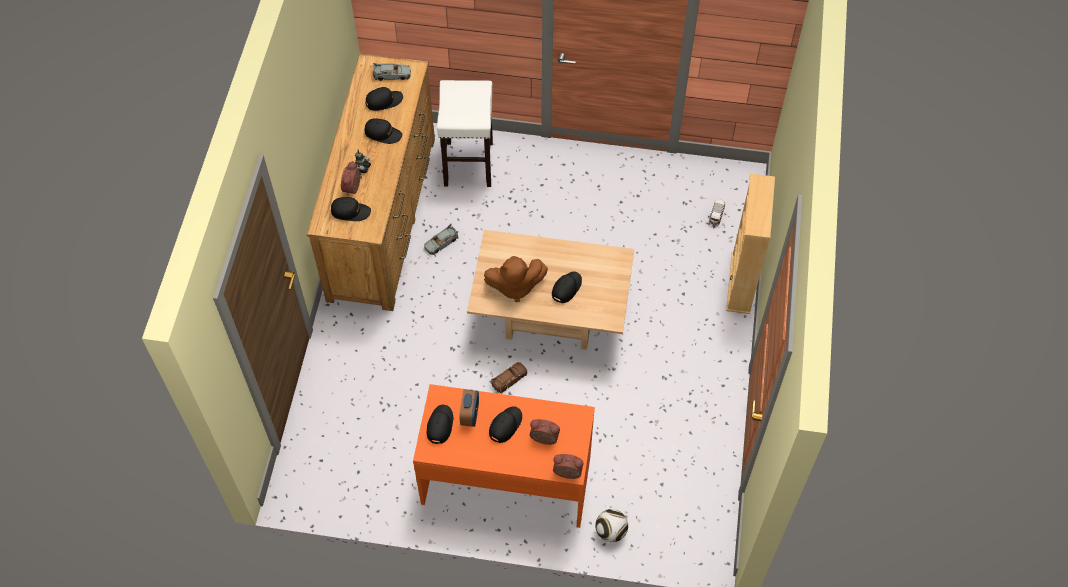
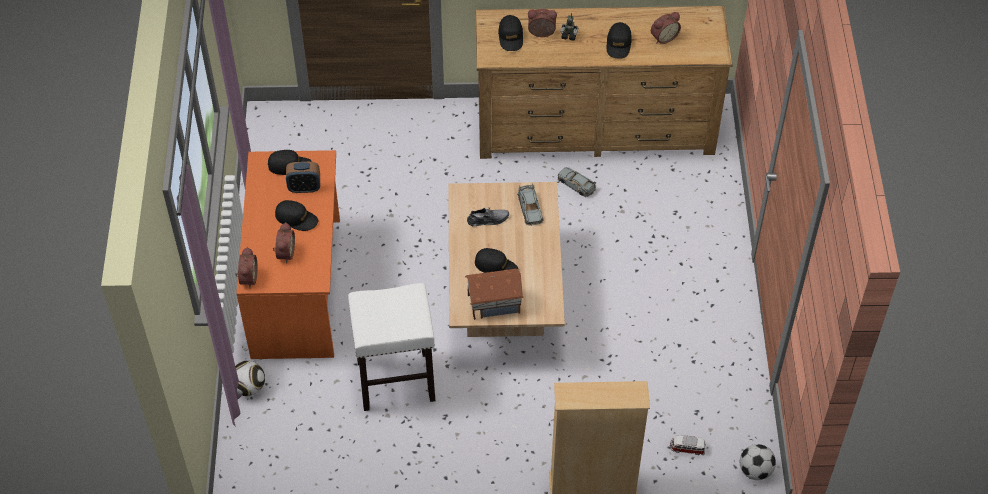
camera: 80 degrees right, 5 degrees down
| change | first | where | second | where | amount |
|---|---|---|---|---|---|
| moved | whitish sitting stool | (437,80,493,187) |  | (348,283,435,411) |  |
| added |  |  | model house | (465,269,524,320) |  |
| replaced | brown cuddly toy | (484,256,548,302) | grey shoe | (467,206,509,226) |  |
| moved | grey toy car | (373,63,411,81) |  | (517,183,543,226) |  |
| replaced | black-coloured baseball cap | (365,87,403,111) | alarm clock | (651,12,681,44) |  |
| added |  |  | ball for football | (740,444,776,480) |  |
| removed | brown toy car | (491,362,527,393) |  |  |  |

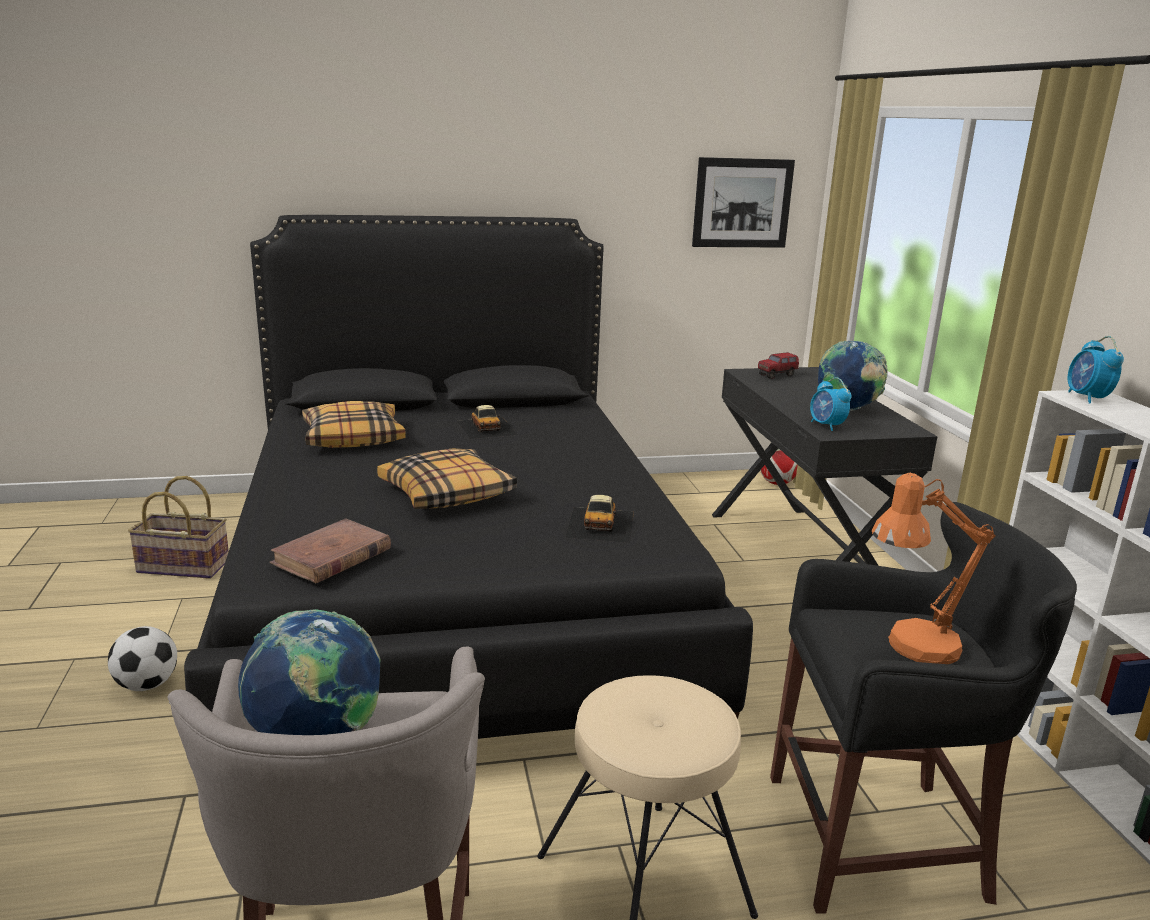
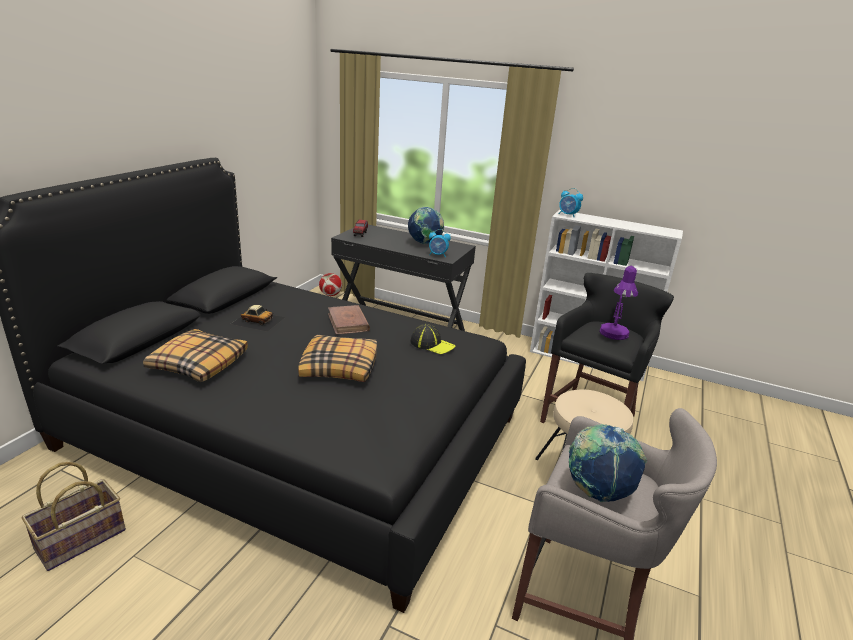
camera: 55 degrees left, 5 degrees up
| change | first | where | second | where | amount |
|---|---|---|---|---|---|
| moved | brown volume | (270,518,391,583) |  | (328,305,370,335) |  |
| replaced | toy car | (565,495,634,543) | baseball cap | (410,324,455,354) |  |
| recoloured | orangey tabletop lamp | (872,473,995,664) | purple tabletop lamp | (600,265,638,340) |  |
| removed | ball for football | (108,626,177,691) |  |  |  |
| removed | wall art | (692,157,795,248) |  |  |  |

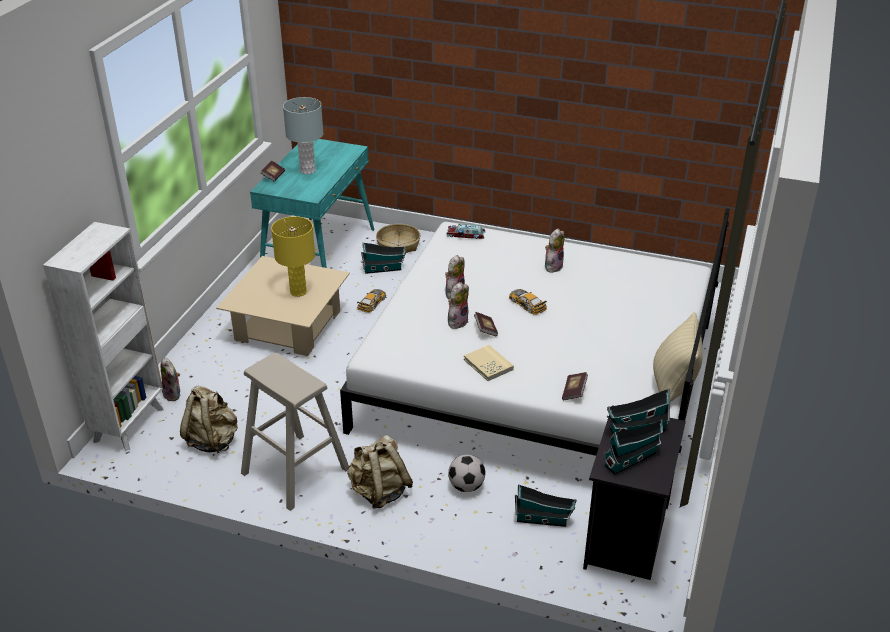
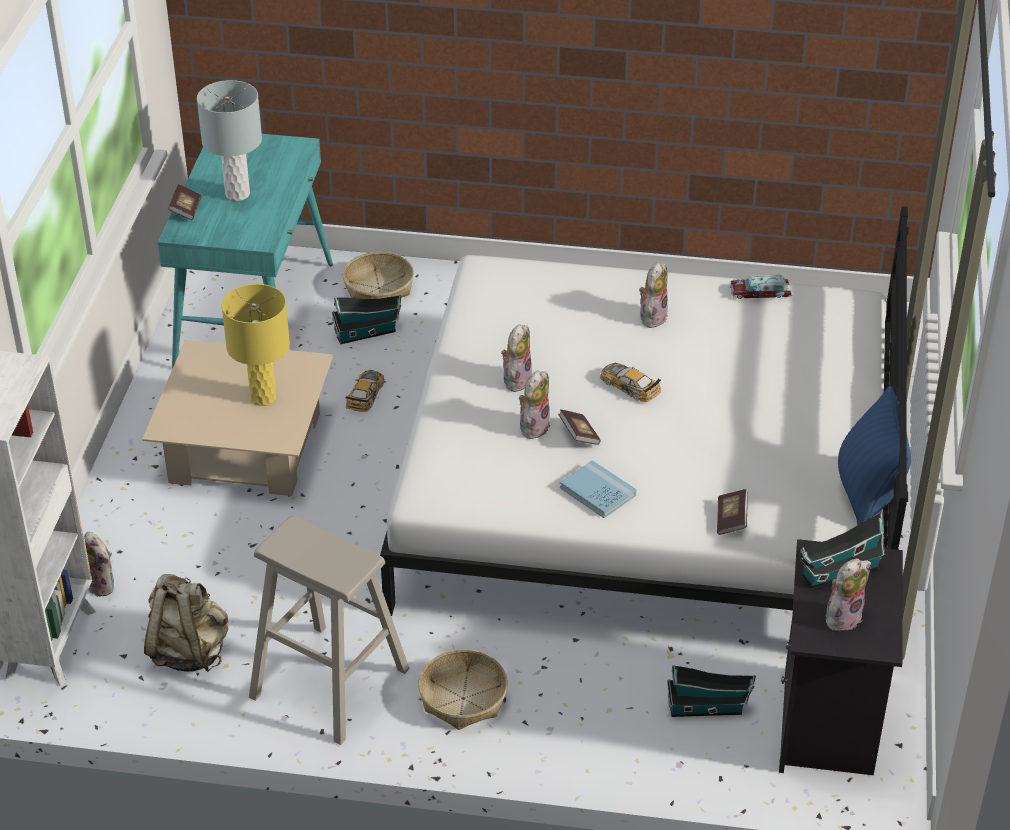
camera: 10 degrees left, 5 degrees up
| change | first | where | second | where | amount |
|---|---|---|---|---|---|
| replaced | sand-coloured knapsack | (347,435,413,509) | storage basket | (418,649,508,730) |  |
| recoloured | sand-coloured volume | (464,345,514,381) | blue volume | (560,460,637,518) |  |
| moved | toy car | (446,224,485,239) |  | (730,275,792,299) |  |
| replaced | model house | (604,419,663,475) | cuddly toy | (826,558,871,631) |  |
| recoloured | sand-coloured cushion | (653,312,702,401) | blue cushion | (838,386,911,525) |  |
| removed | ball for football | (448,455,485,492) |  |  |  |

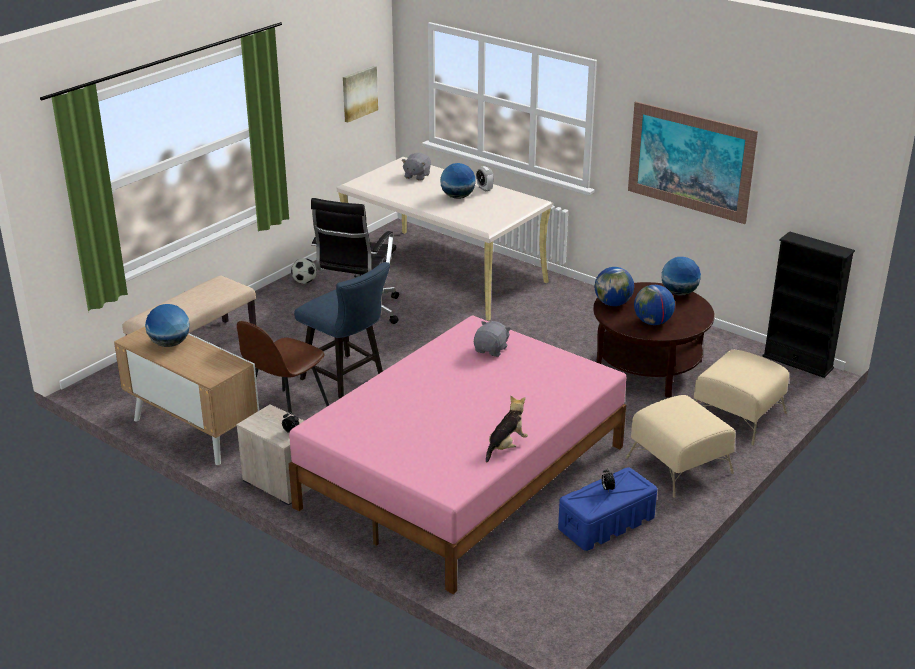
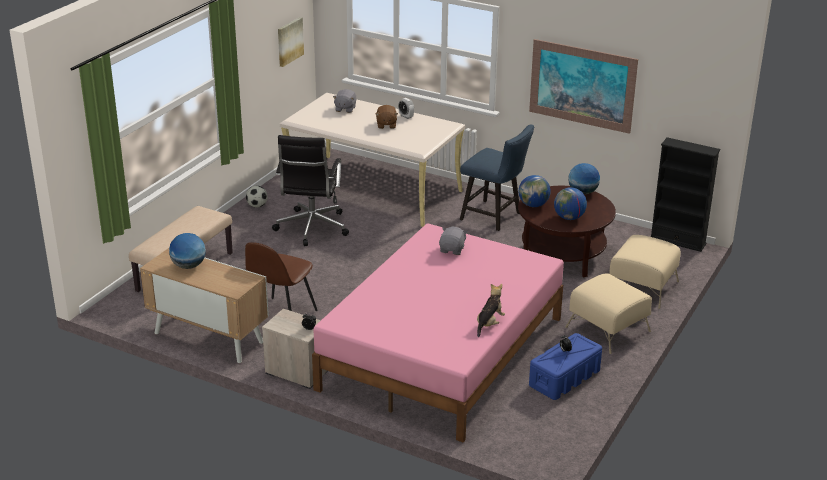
camera: 10 degrees left, 0 degrees up
| change | first | where | second | where | amount |
|---|---|---|---|---|---|
| replaced | globe | (440,163,476,199) | brown cuddly toy | (376,105,398,129) |  |
| moved | blue plain chair | (294,262,390,398) |  | (460,124,534,231) |  |

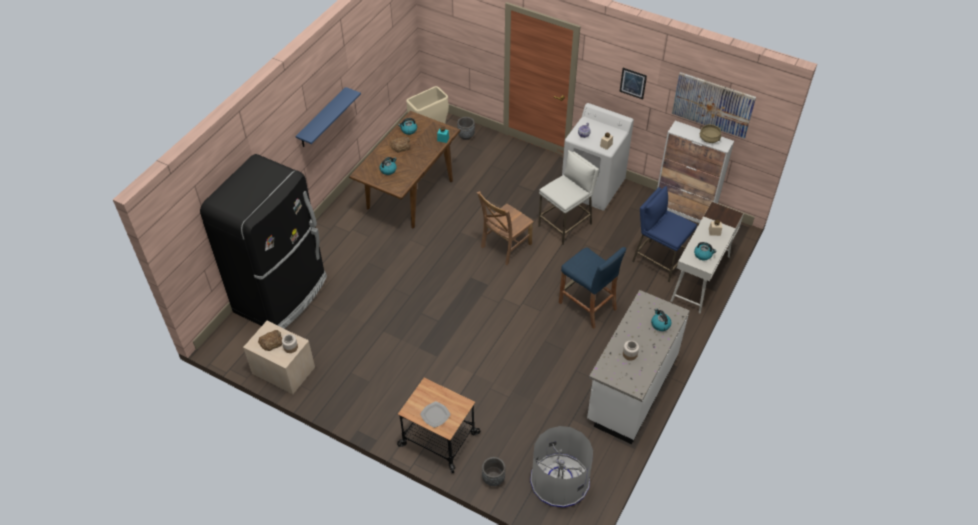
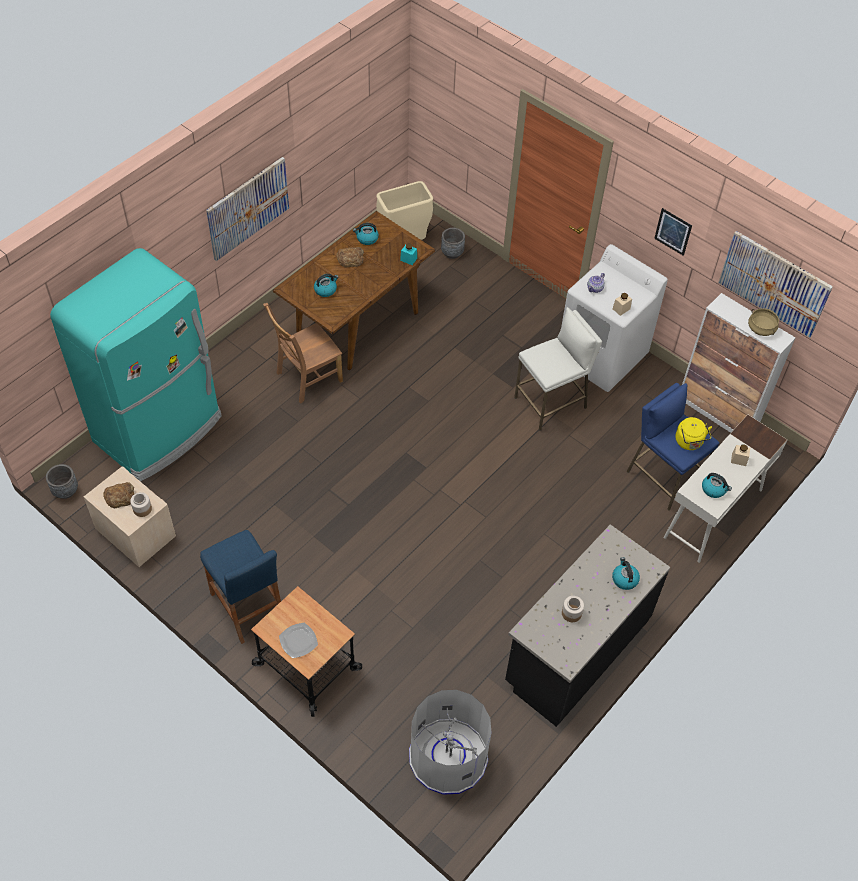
camera: 10 degrees right, 5 degrees up
| change | first | where | second | where | amount |
|---|---|---|---|---|---|
| moved | grey plant pot | (482,457,505,486) |  | (46,464,78,499) |  |
| recoloured | black-coloured kitchen fridge | (200,154,327,329) | turquoise-coloured kitchen fridge | (50,248,221,481) |  |
| moved | blue sitting stool | (559,247,626,329) |  | (200,530,281,644) |  |
| replaced | blue wall shelf | (295,87,361,147) | wall art | (206,157,289,261) |  |
| moved | brown plain chair | (477,191,534,265) |  | (263,303,343,403) |  |
| recoloured | whitish kitchen base unit | (587,290,690,444) | black-coloured kitchen base unit | (505,524,670,727) |  |
| added |  |  | yellowish kettle | (676,417,712,450) |  |

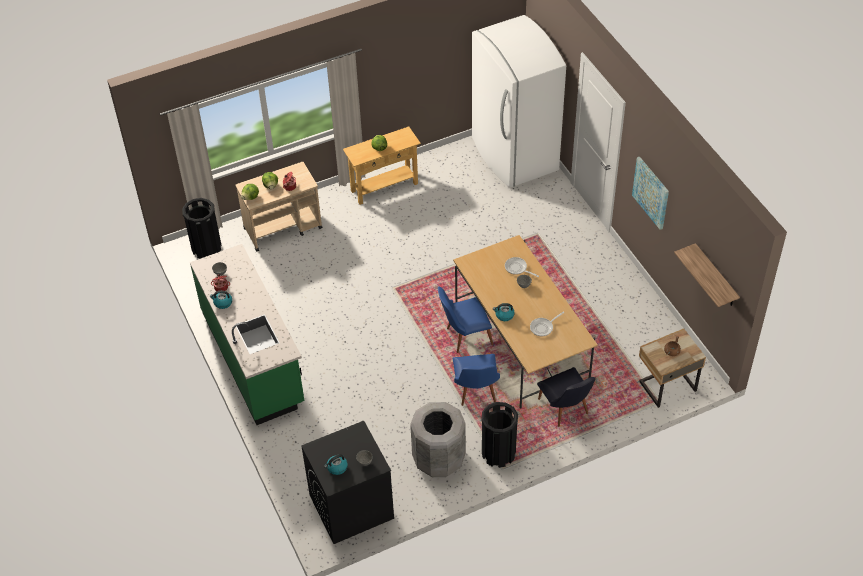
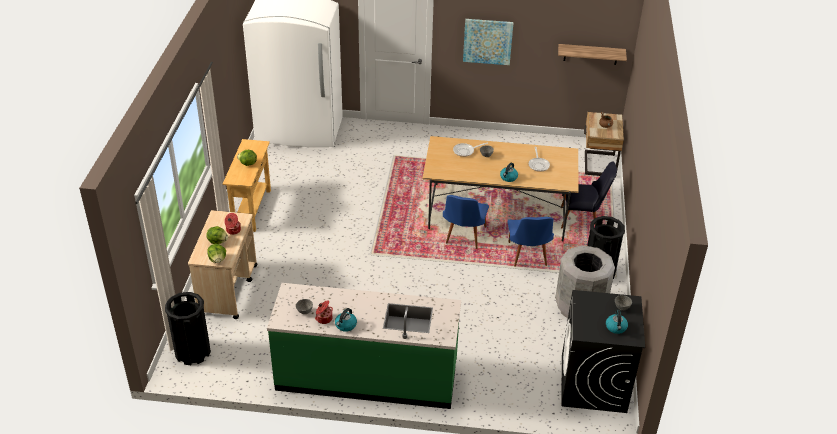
camera: 60 degrees left, 10 degrees down
| change | first | where | second | where | amount |
|---|---|---|---|---|---|
| turned | blue plain chair | (453,354,500,406) |  | (507,217,554,267) | 60 degrees clockwise |

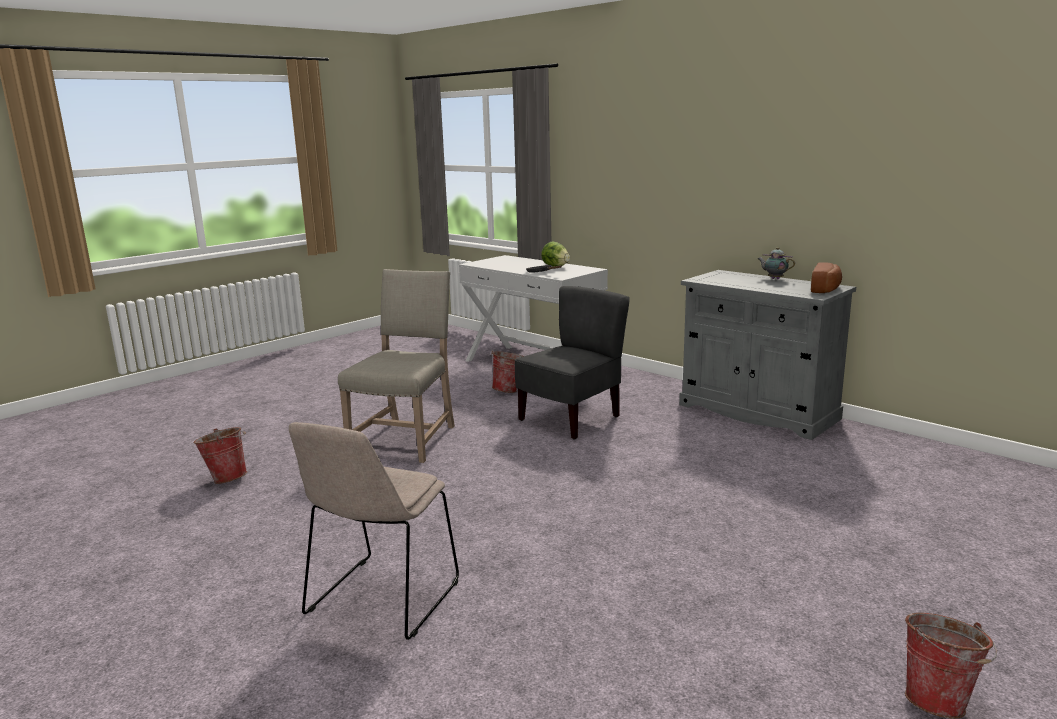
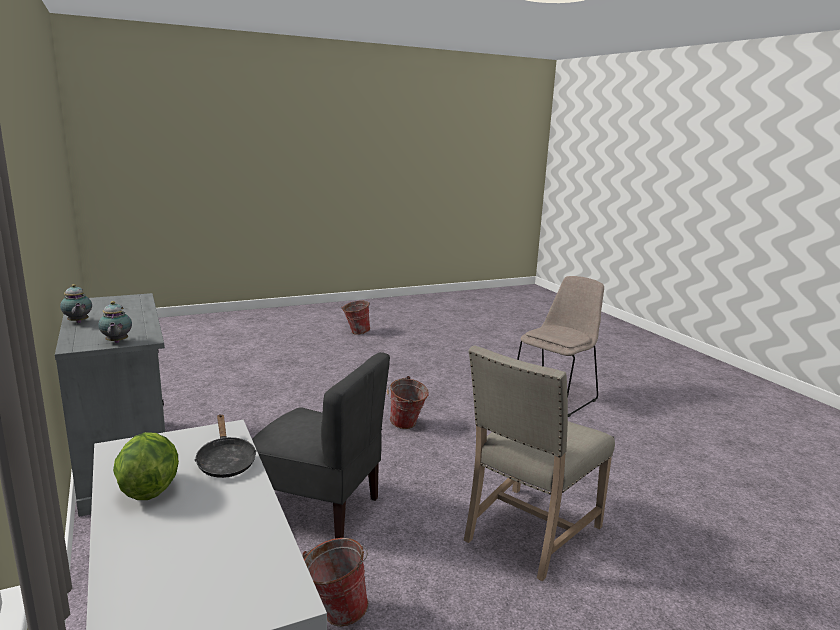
camera: 160 degrees left, 0 degrees up
| change | first | where | second | where | amount |
|---|---|---|---|---|---|
| added |  |  | teapot | (98,301,132,343) |  |
| turned | grey plain chair | (515,286,630,440) |  | (252,352,390,539) | 135 degrees counterclockwise |
| moved | water bucket | (194,427,247,484) |  | (387,376,429,429) |  |
| removed | baked bread | (811,262,842,293) |  |  |  |

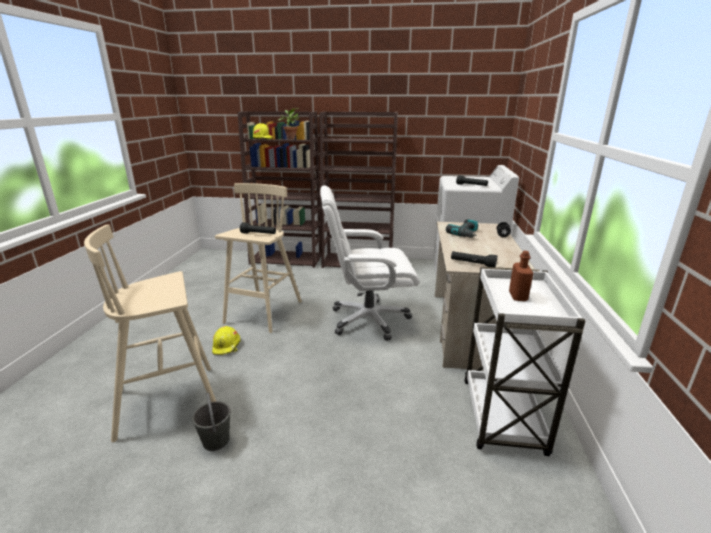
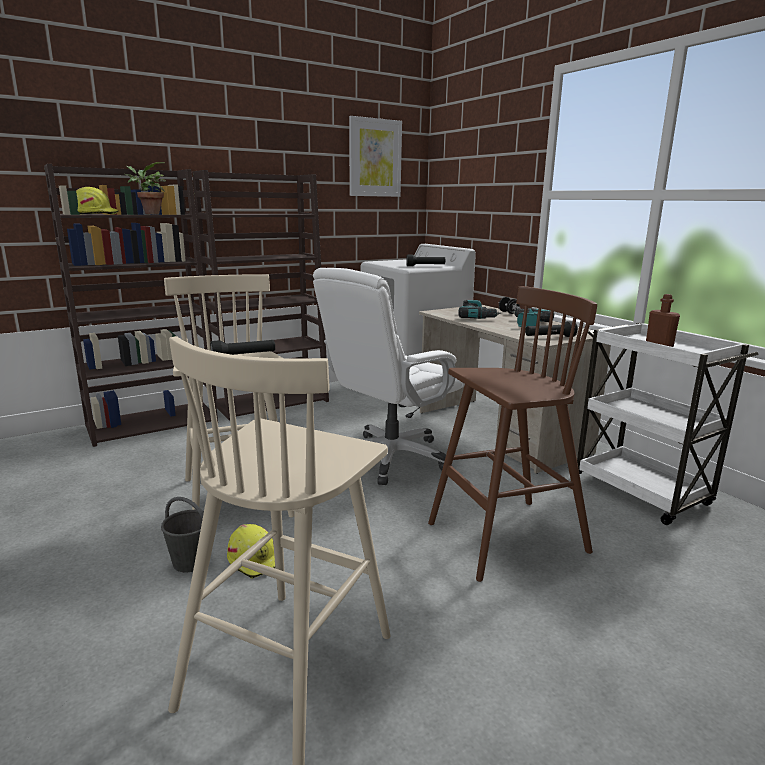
camera: 40 degrees left, 5 degrees down
| change | first | where | second | where | amount |
|---|---|---|---|---|---|
| moved | grey water bucket | (192,393,231,451) |  | (161,497,204,572) |  |
| added |  |  | wall art | (349,116,402,197) |  |
| added |  |  | brown sitting stool | (428,286,597,582) |  |
| added |  |  | electric drill | (512,308,554,327) |  |

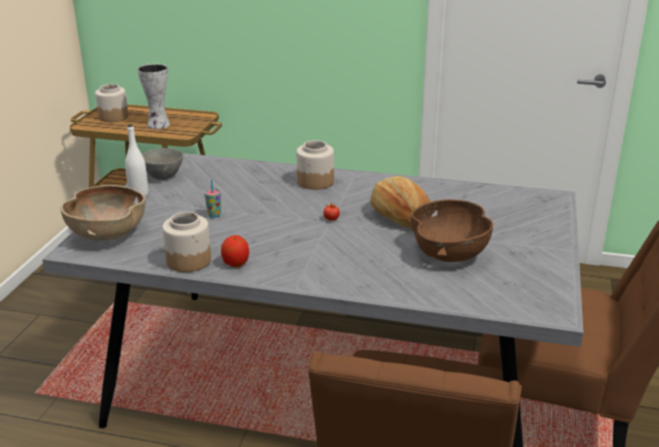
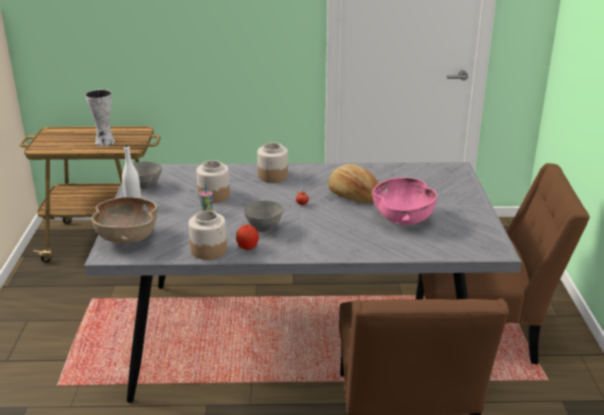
camera: 15 degrees left, 0 degrees up
| change | first | where | second | where | amount |
|---|---|---|---|---|---|
| moved | jar | (95,84,128,122) |  | (196,160,230,203) |  |
| added |  |  | grey serving bowl | (244,200,284,232) |  |
| recoloured | brown serving bowl | (411,199,493,262) | pinkish serving bowl | (372,177,437,225) |  |

